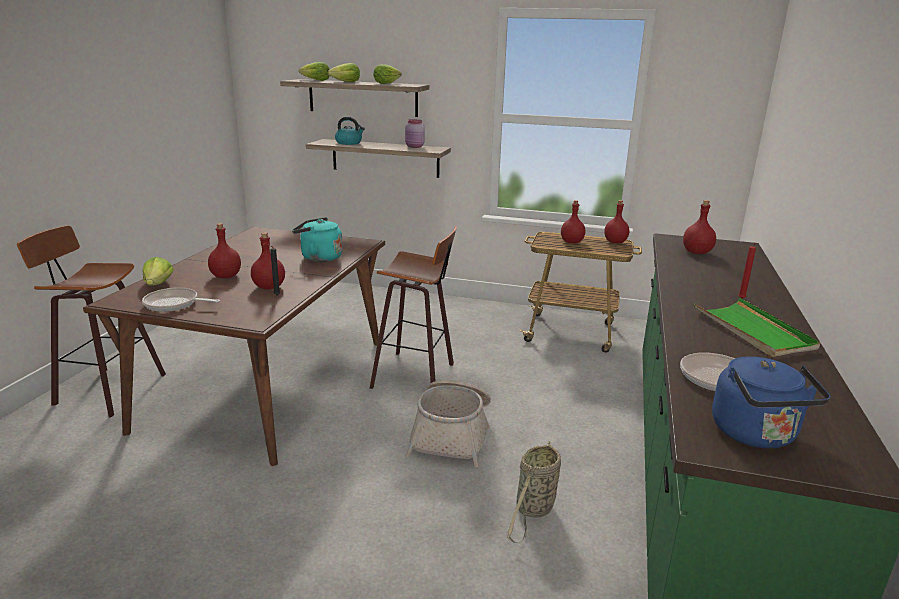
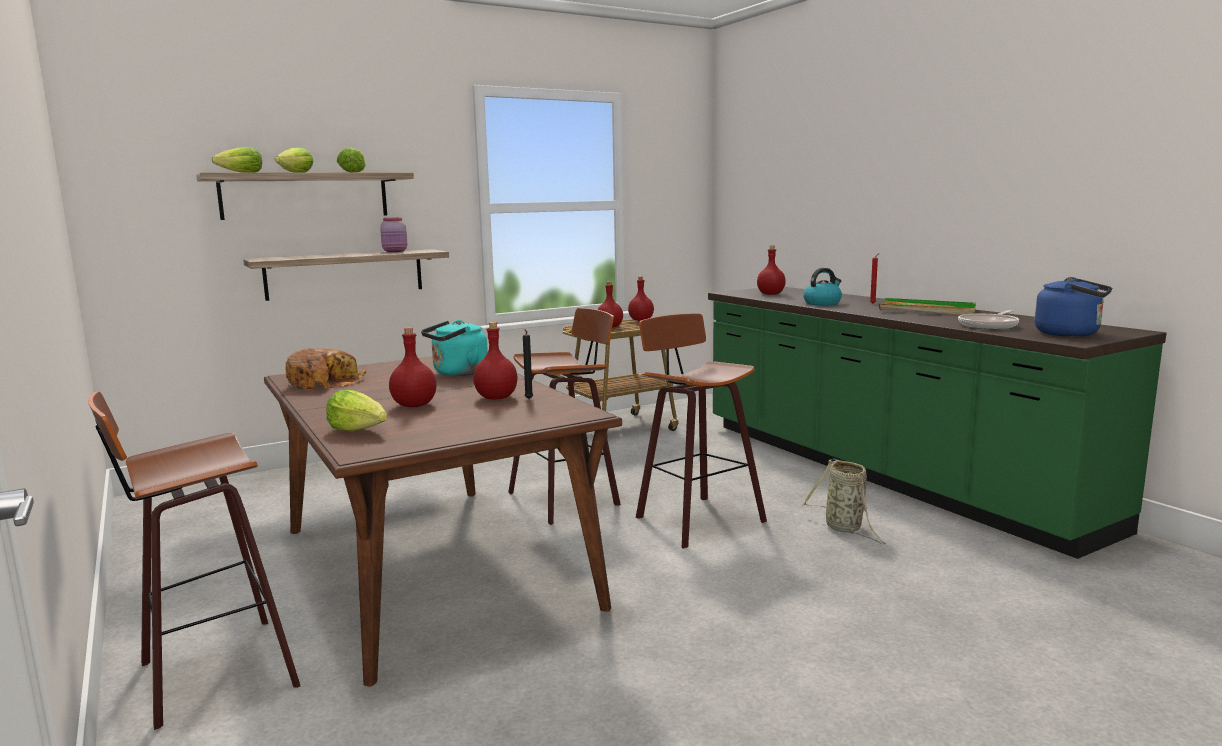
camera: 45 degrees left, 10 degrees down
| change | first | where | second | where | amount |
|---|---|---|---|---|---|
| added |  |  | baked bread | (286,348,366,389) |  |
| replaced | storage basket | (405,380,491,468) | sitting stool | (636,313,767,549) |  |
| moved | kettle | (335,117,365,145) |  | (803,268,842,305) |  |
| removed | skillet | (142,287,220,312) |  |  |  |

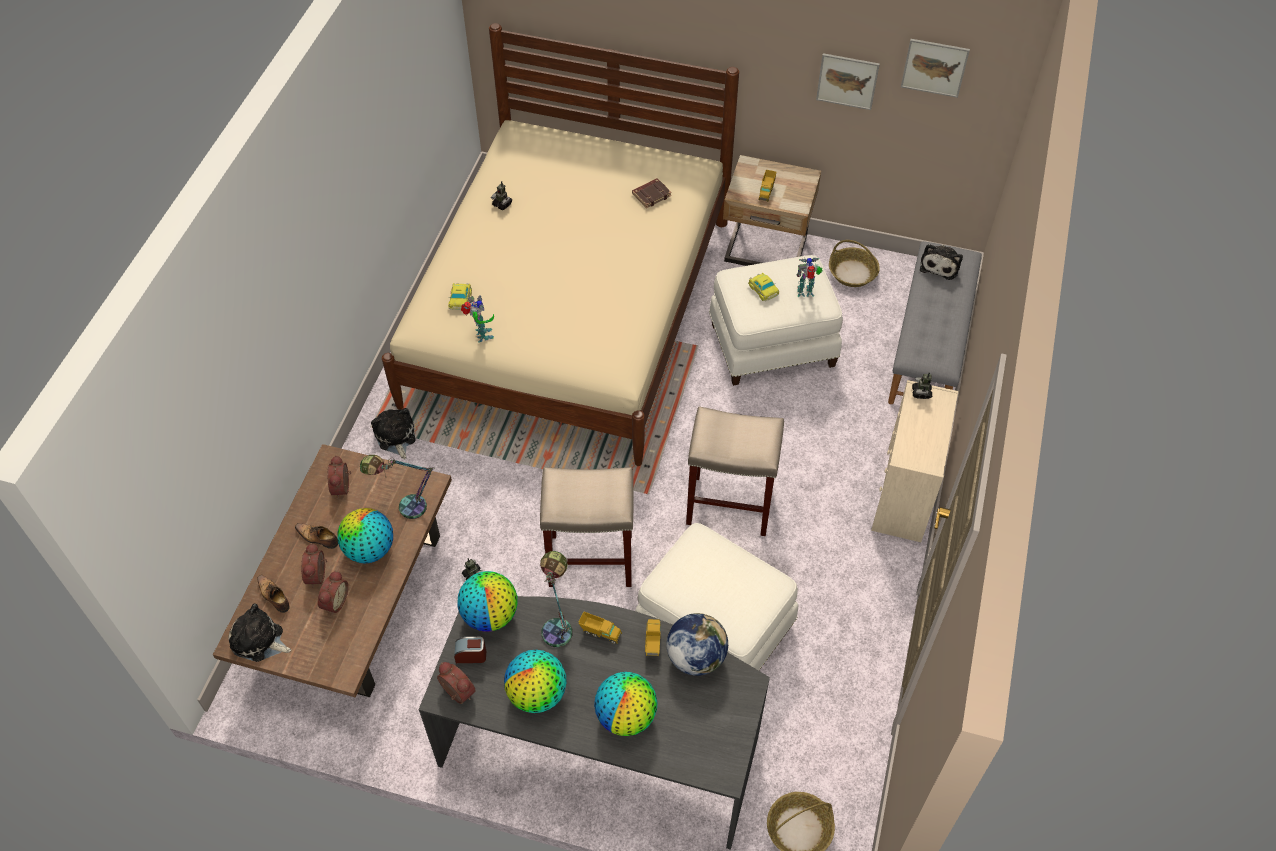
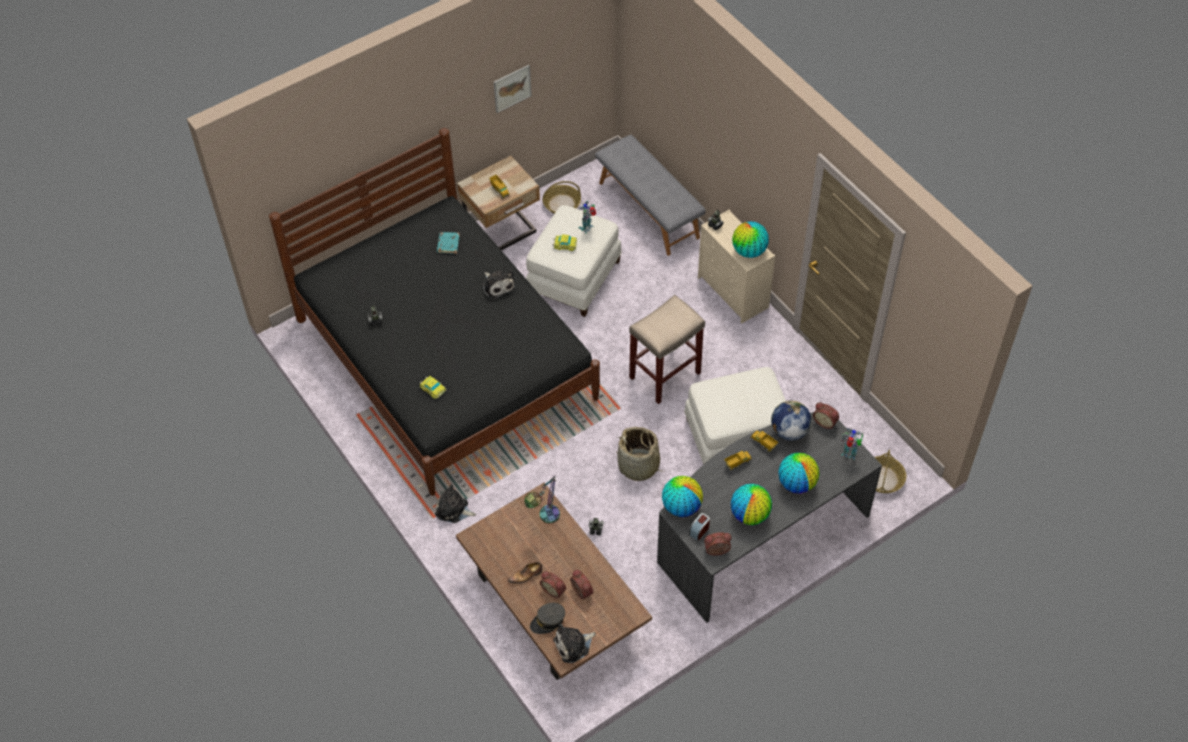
camera: 50 degrees left, 0 degrees up
| change | first | where | second | where | amount |
|---|---|---|---|---|---|
| recoloured | sand-coloured bedroom bed | (382,23,739,466) | black-coloured bedroom bed | (269,128,600,496) |  |
| recoloured | brown volume | (632,178,672,208) | turquoise-coloured volume | (437,232,460,254) |  |
| moved | cuddly toy | (920,244,963,280) |  | (482,270,515,300) |  |
| replaced | shoe | (257,575,289,613) | grey baseball cap | (530,603,565,634) |  |
| replaced | sand-coloured sitting stool | (540,467,633,587) | storage basket | (616,427,666,481) |  |
| moved | globe | (337,508,393,564) |  | (732,221,769,258) |  |
| moved | alarm clock | (328,455,351,499) |  | (813,402,839,429) |  |
| moved | model robot | (461,295,494,343) |  | (841,428,863,460) |  |
| removed | tabletop lamp | (540,551,572,647) |  |  |  |
| removed | wall art | (901,39,970,98) |  |  |  |

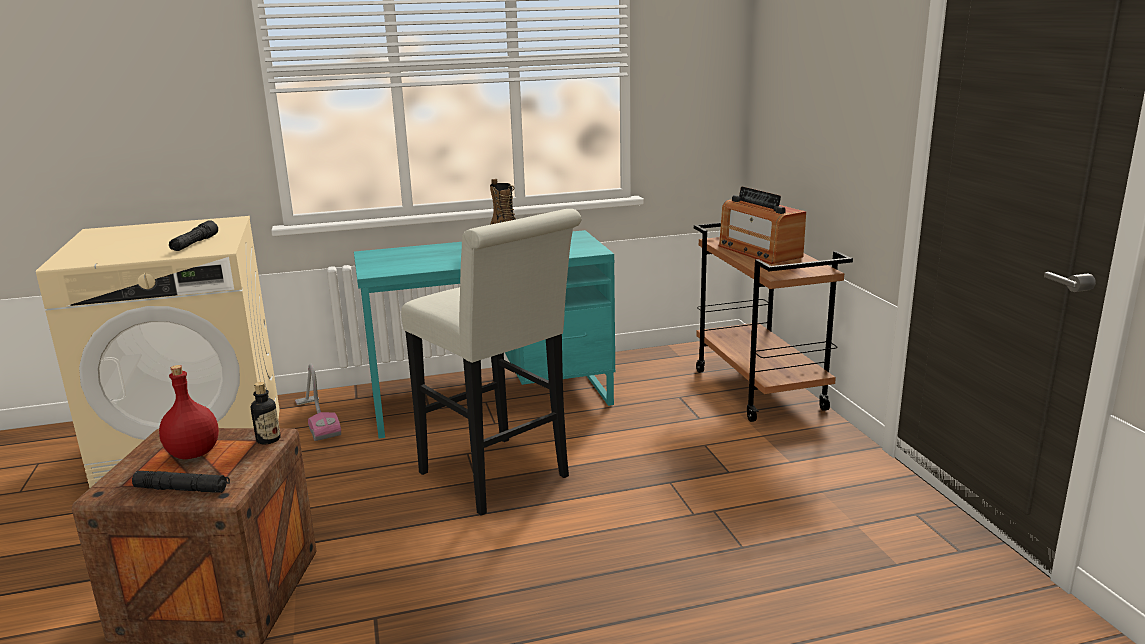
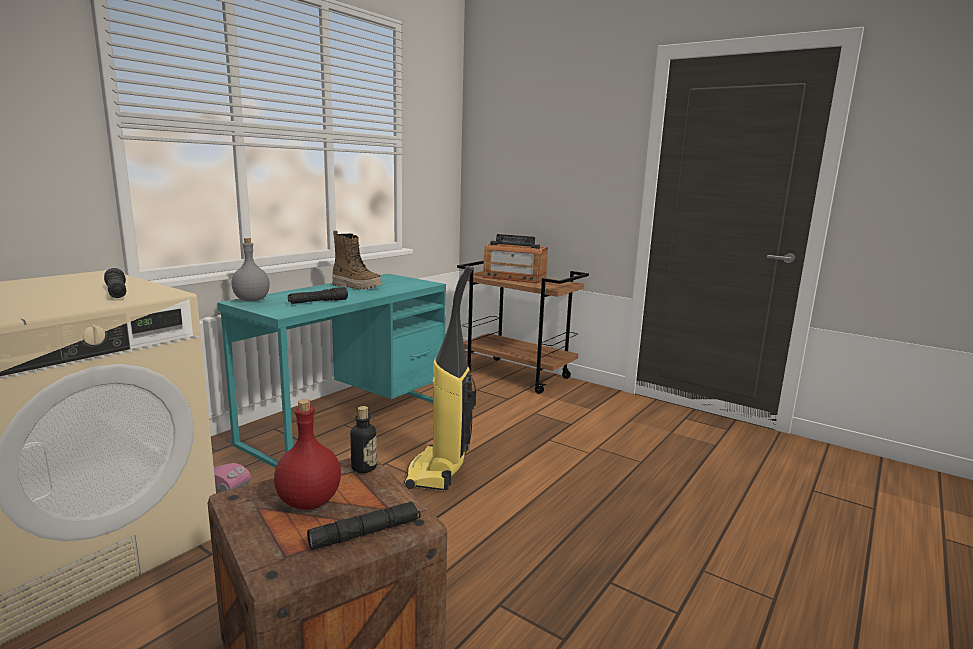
camera: 40 degrees left, 5 degrees down
| change | first | where | second | where | amount |
|---|---|---|---|---|---|
| added |  |  | grey bottle | (231,238,270,301) |  |
| added |  |  | black-coloured hand torch | (288,287,348,304) |  |
| replaced | whitish sitting stool | (401,209,581,516) | vacuum | (404,266,476,490) |  |

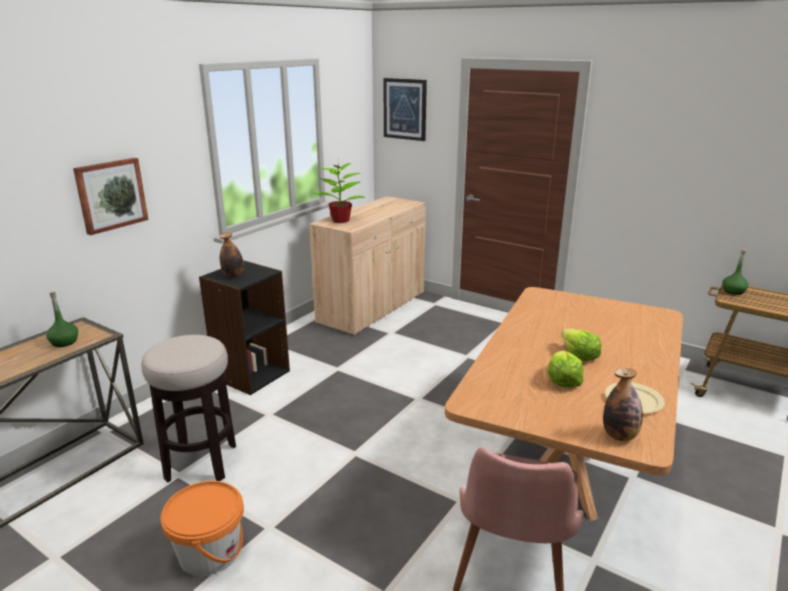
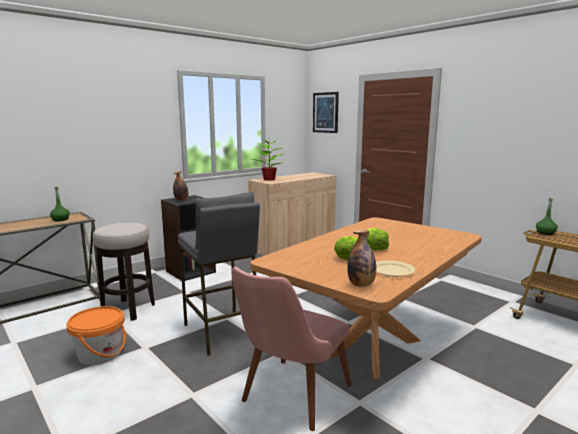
camera: 15 degrees right, 10 degrees down
| change | first | where | second | where | amount |
|---|---|---|---|---|---|
| added |  |  | grey sitting stool | (178,192,260,356) |  |
| removed | wall art | (73,158,148,235) |  |  |  |

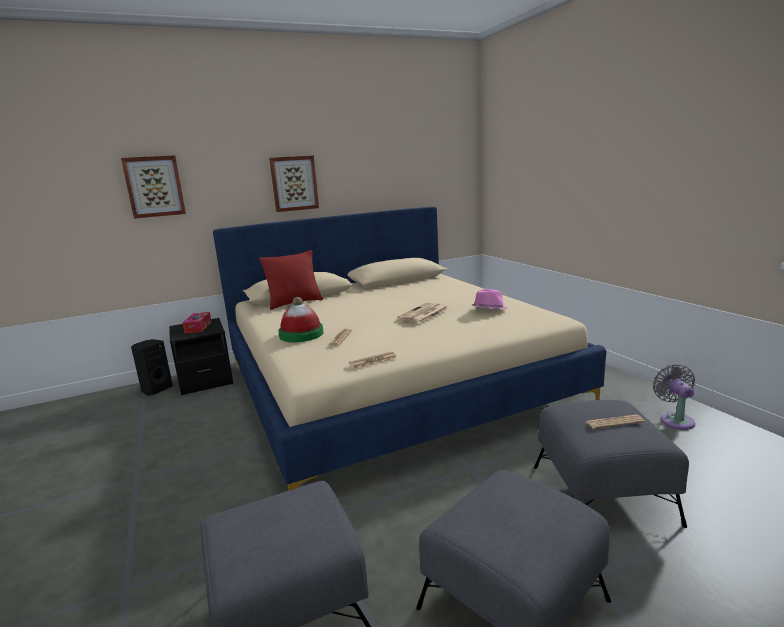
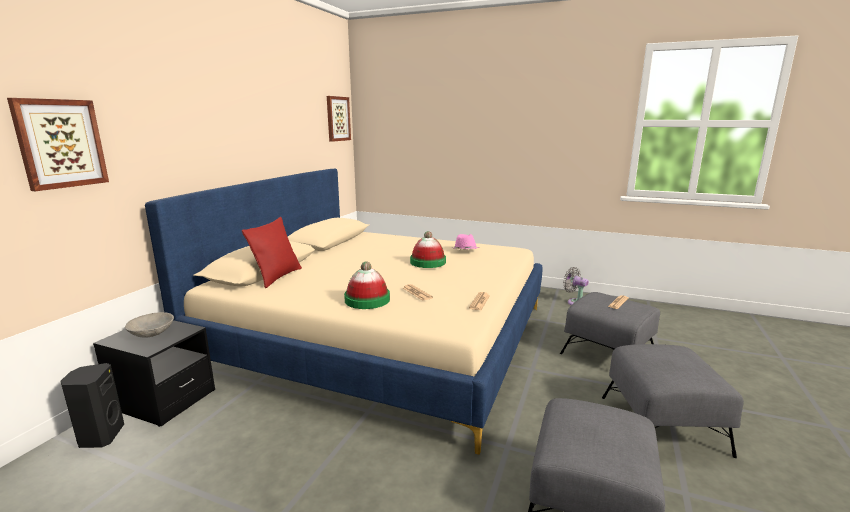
camera: 45 degrees left, 0 degrees up
| change | first | where | second | where | amount |
|---|---|---|---|---|---|
| replaced | box of tissues | (183,312,212,333) | grey serving bowl | (125,312,174,338) |  |
| moved | wall art | (269,156,319,212) |  | (327,96,351,142) |  |
| replaced | printed paper | (397,302,449,323) | hat | (410,231,446,268) |  |

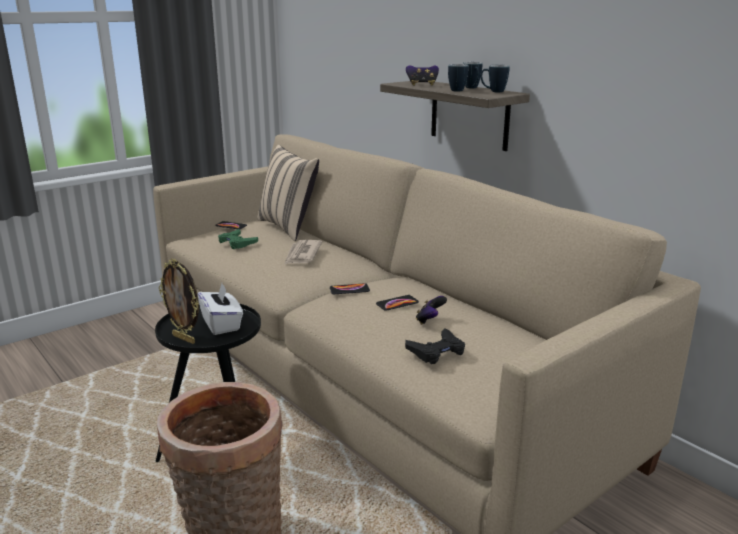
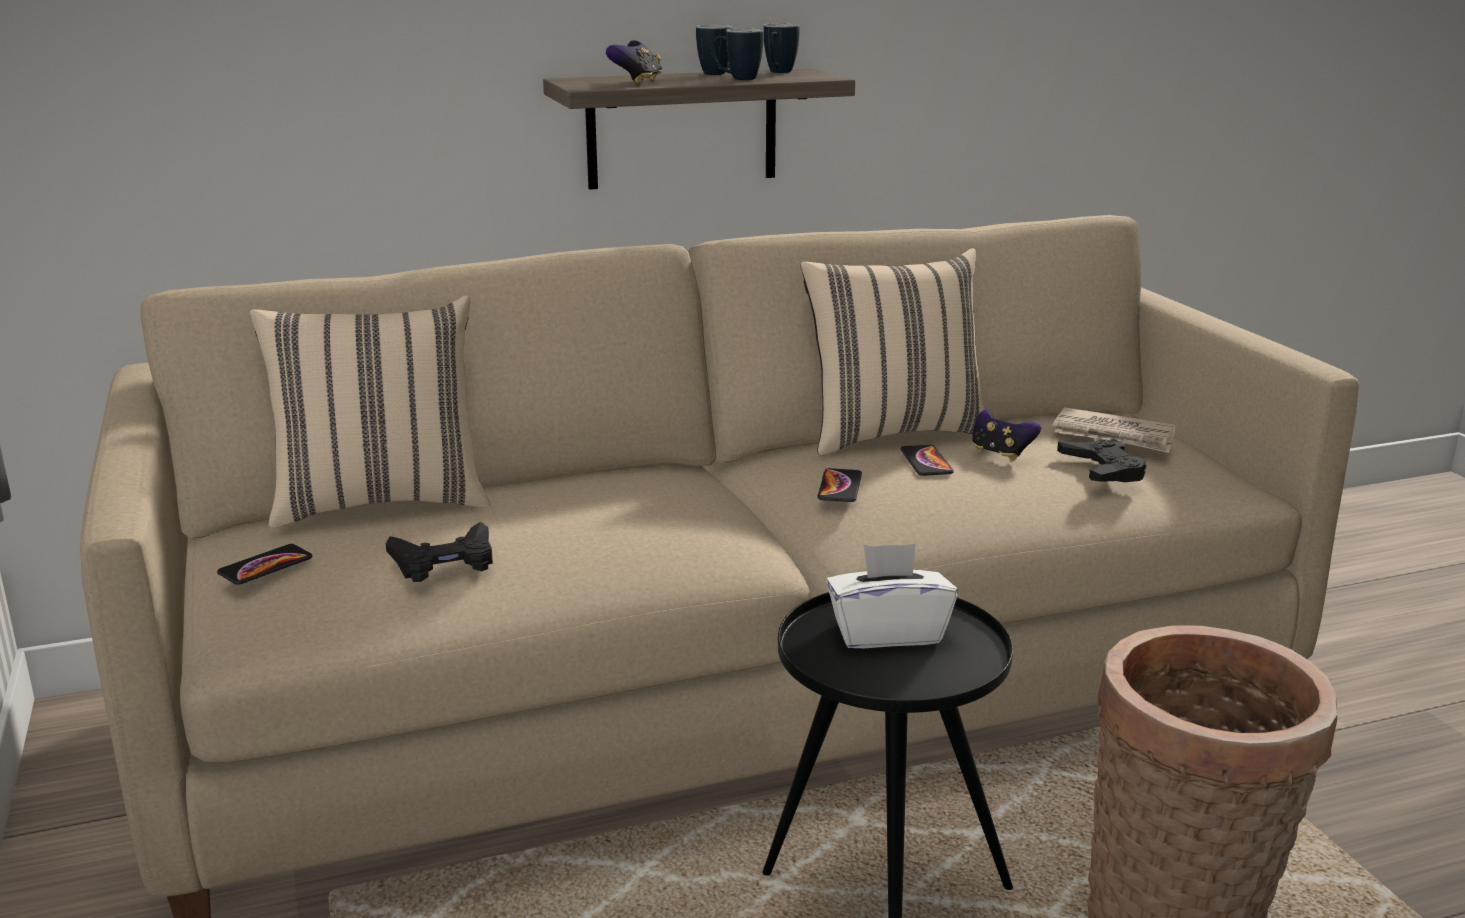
camera: 70 degrees left, 0 degrees up
| change | first | where | second | where | amount |
|---|---|---|---|---|---|
| recoloured | green-coloured joypad | (218,229,258,249) | black-coloured joypad | (386,522,493,582) |  |
| added |  |  | sand-coloured cushion | (800,248,985,455) |  |
| moved | printed paper | (284,240,322,265) |  | (1052,407,1176,453) |  |
| removed | picture frame | (159,259,199,344) |  |  |  |

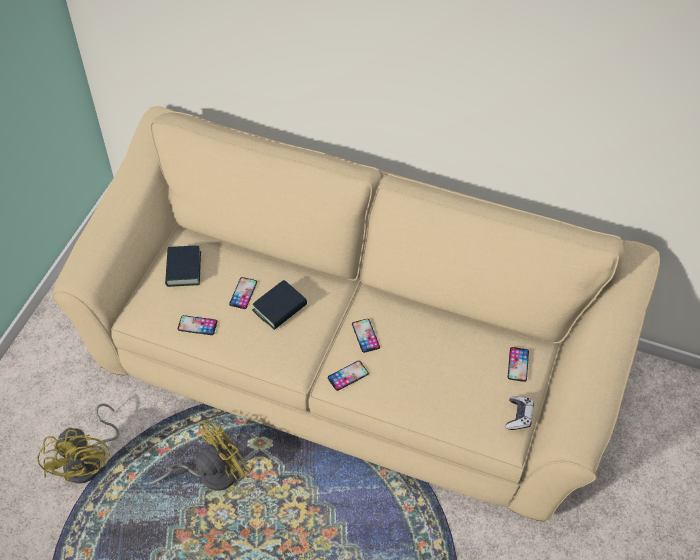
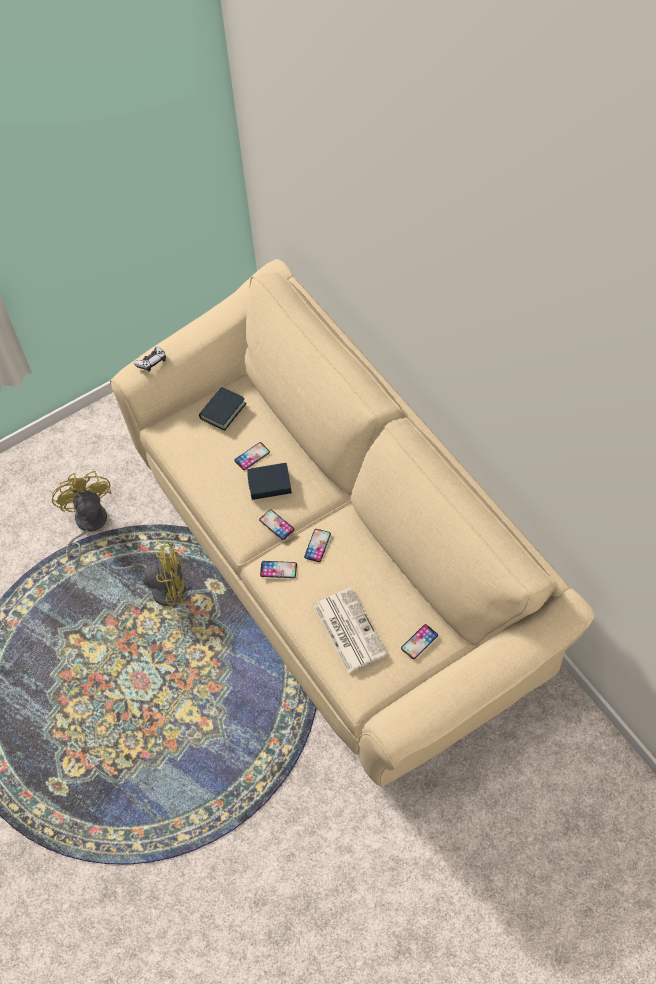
camera: 40 degrees right, 5 degrees up
| change | first | where | second | where | amount |
|---|---|---|---|---|---|
| turned | yellowish electric fan | (37,404,119,484) |  | (52,471,112,570) | 135 degrees clockwise |
| moved | joypad | (506,396,534,430) |  | (134,347,166,372) |  |
| moved | handset | (178,315,218,335) |  | (259,509,294,540) |  |
| added |  |  | printed paper | (314,587,388,673) |  |

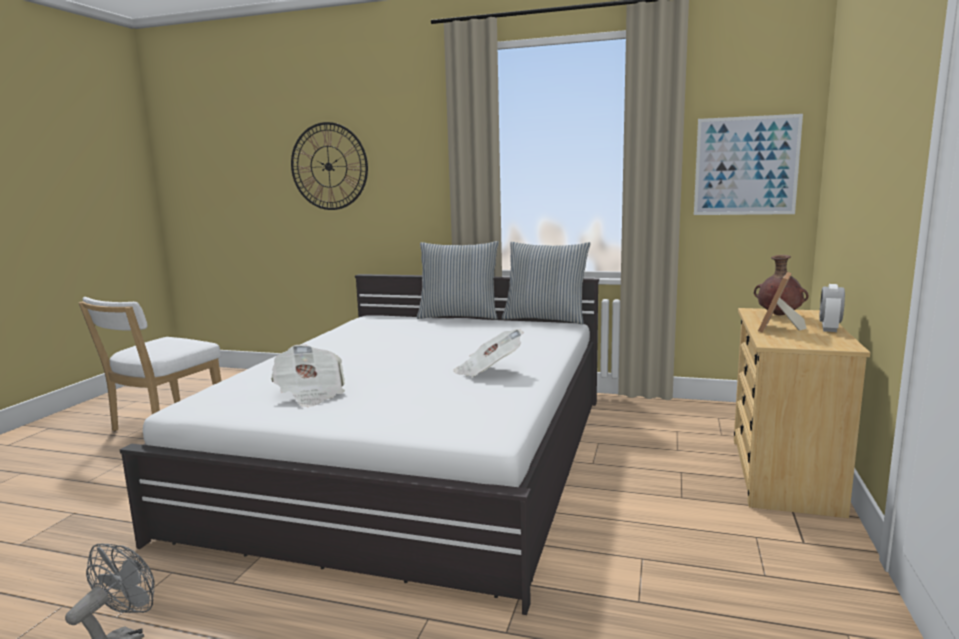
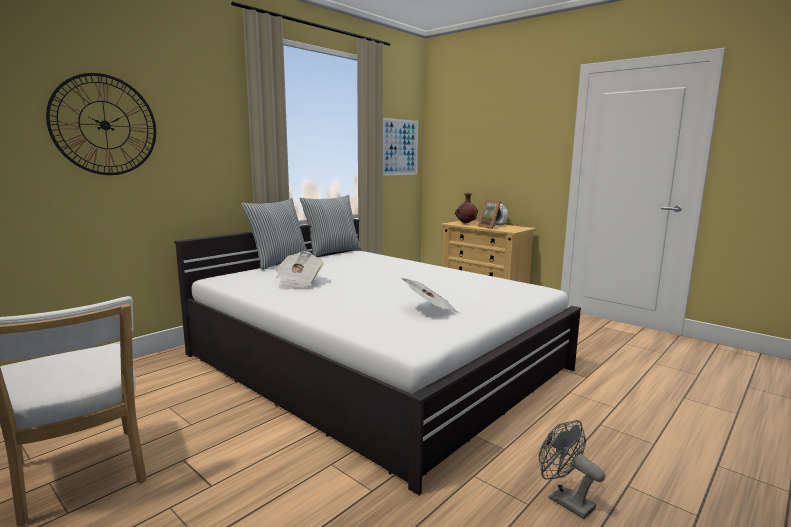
camera: 65 degrees left, 0 degrees up
| change | first | where | second | where | amount |
|---|---|---|---|---|---|
| moved | printed paper | (453,329,524,377) |  | (276,251,324,290) |  |

